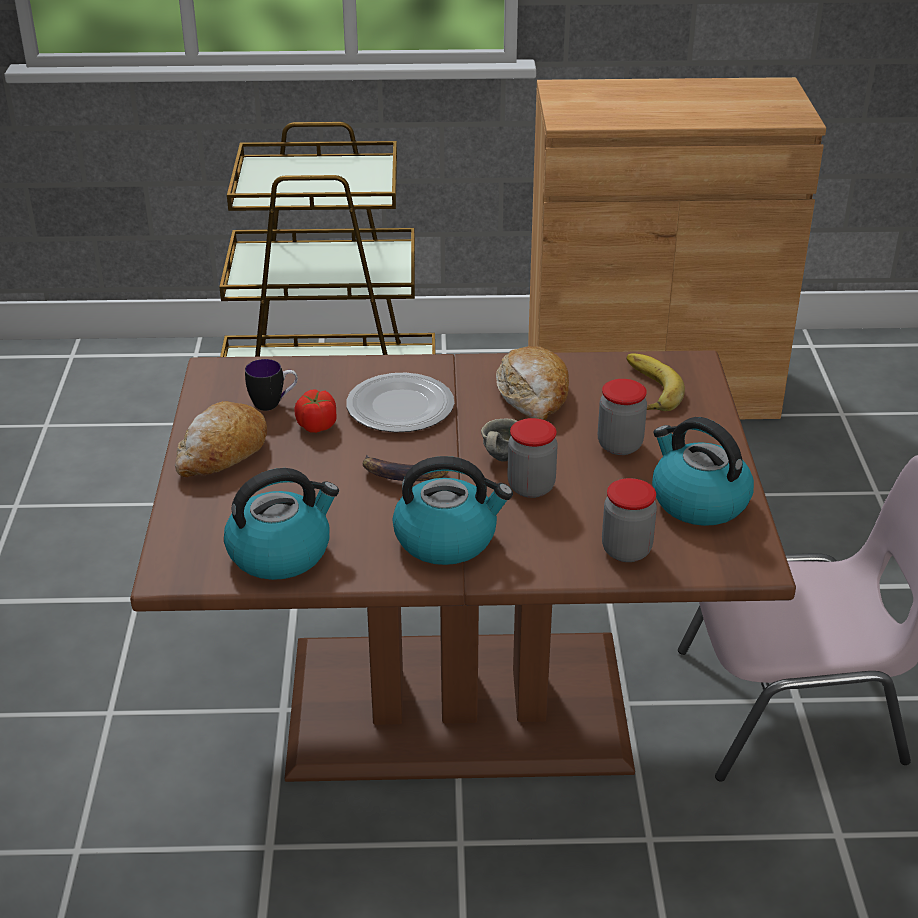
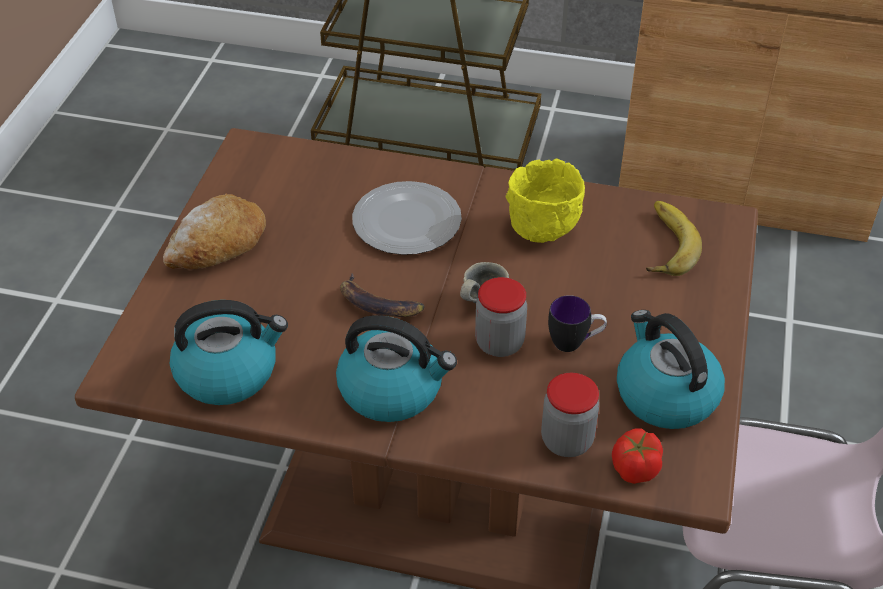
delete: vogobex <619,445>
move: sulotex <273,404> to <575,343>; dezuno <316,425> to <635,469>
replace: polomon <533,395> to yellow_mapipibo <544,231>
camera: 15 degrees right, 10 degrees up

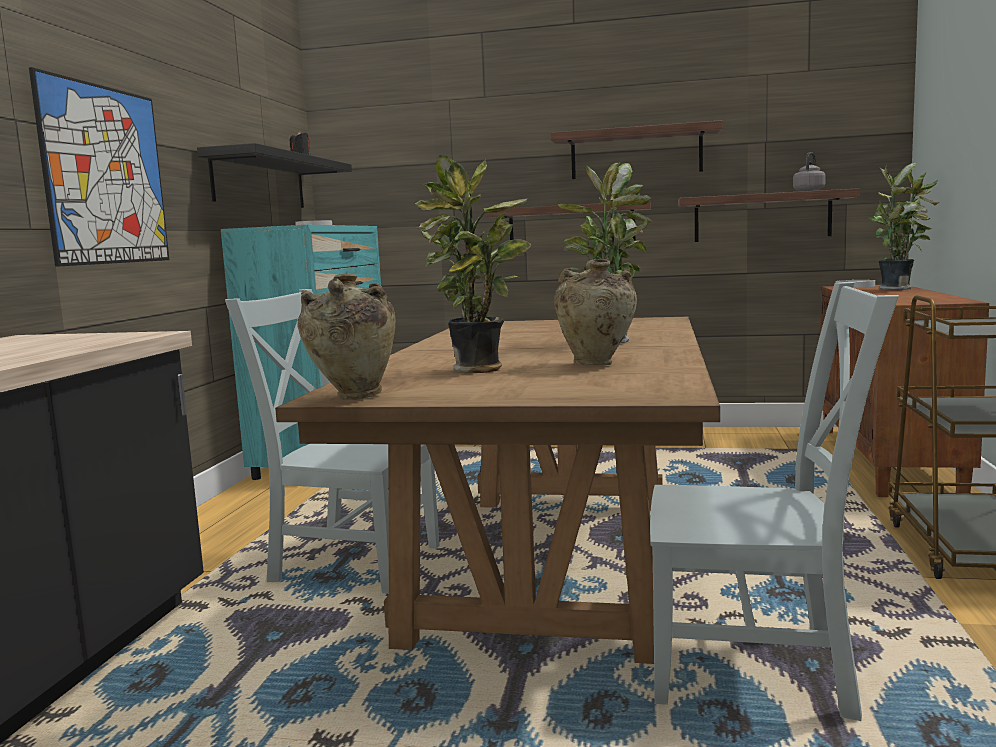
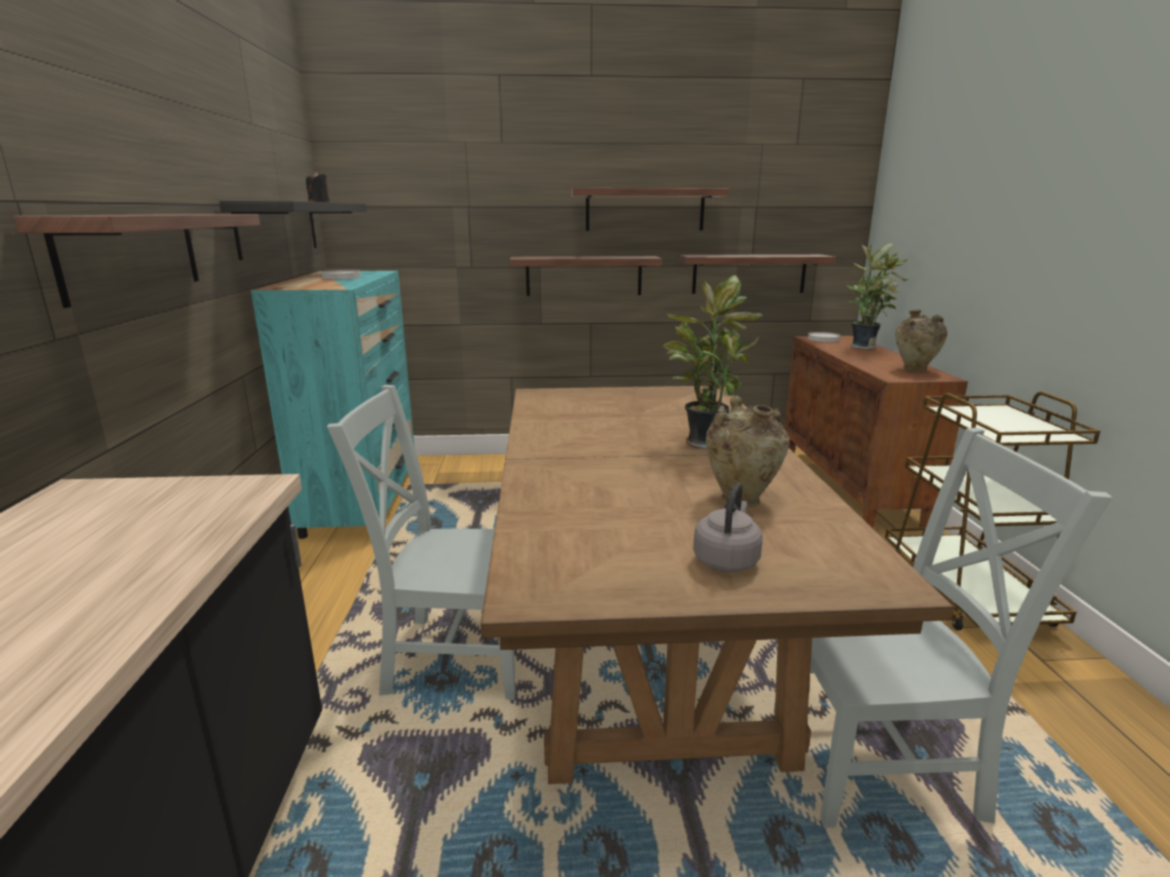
delete: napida <478,370>
move: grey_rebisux <809,191> to <727,559>; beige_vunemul <353,397> to <914,370>
replace: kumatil <106,175> to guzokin <132,254>
camera: 15 degrees left, 10 degrees up

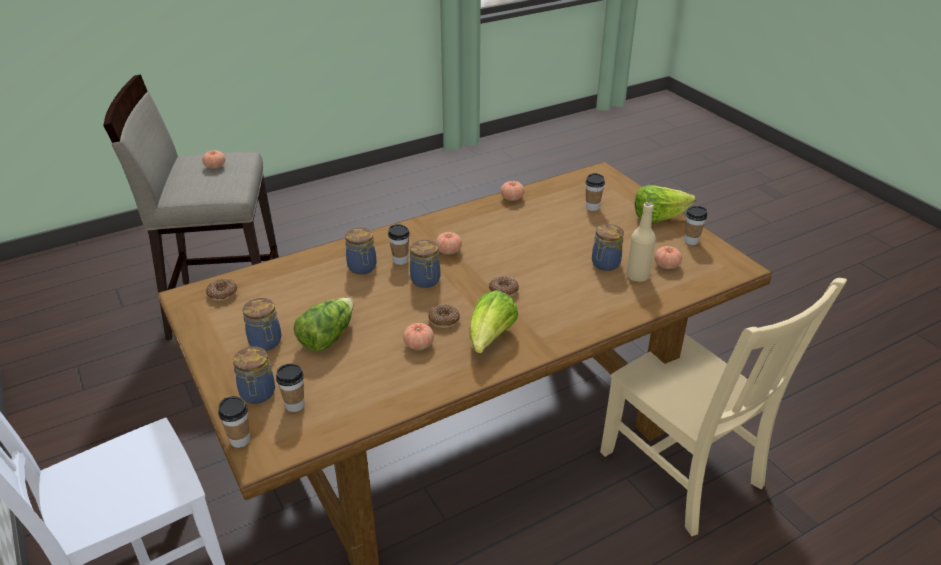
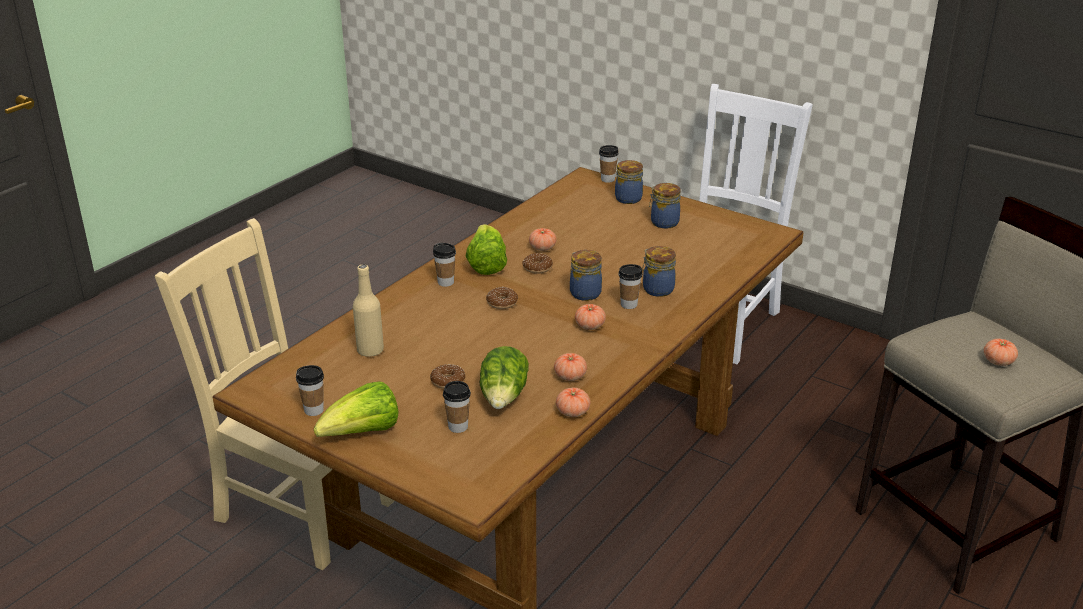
delete: vogobex <605,264>
move: dezuno <666,265> to <570,376>; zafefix <222,294> to <448,381>; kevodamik <327,336> to <504,397>; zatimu <295,405> to <445,282>
camera: 155 degrees right, 5 degrees down

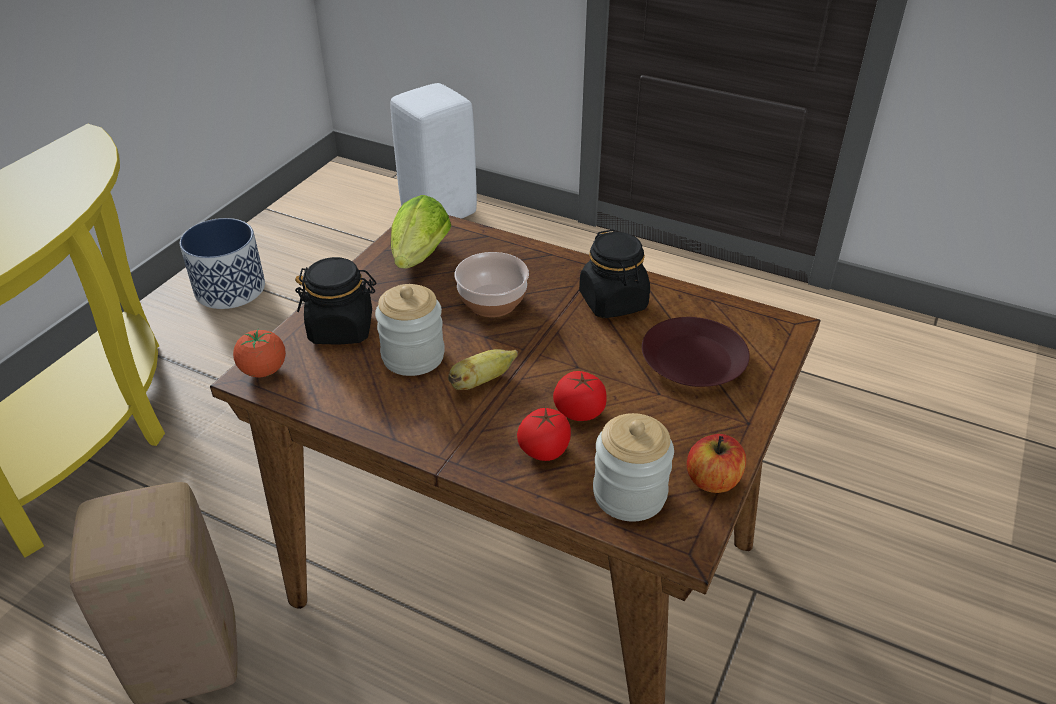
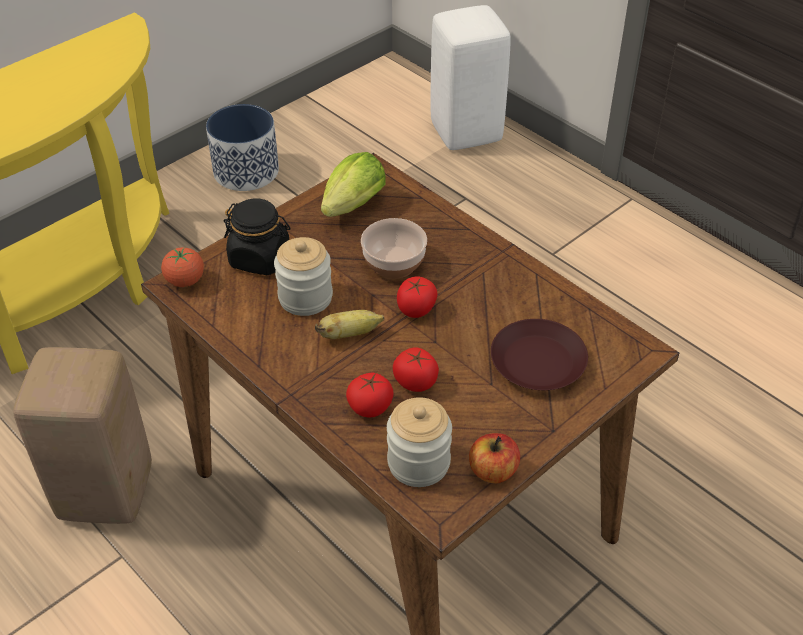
delete: black_vogobex <613,302>
insert: dezuno <416,309>
camera: 20 degrees right, 5 degrees up

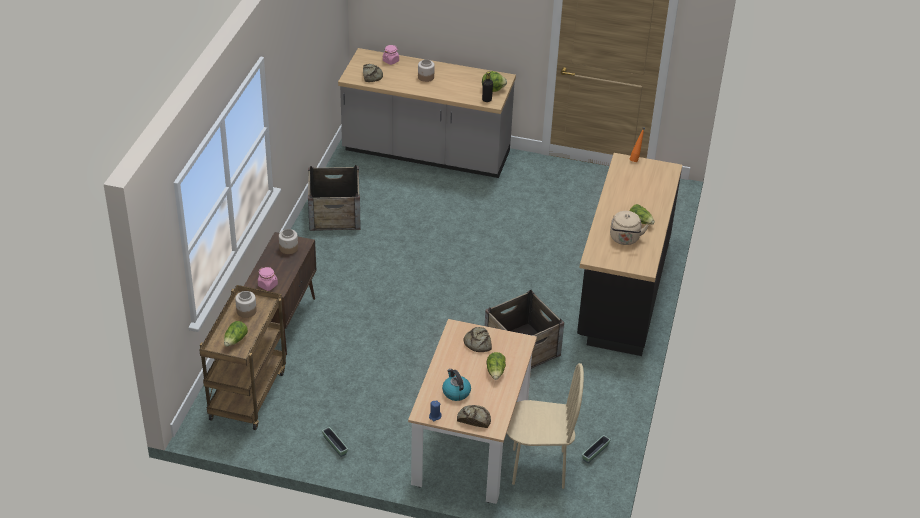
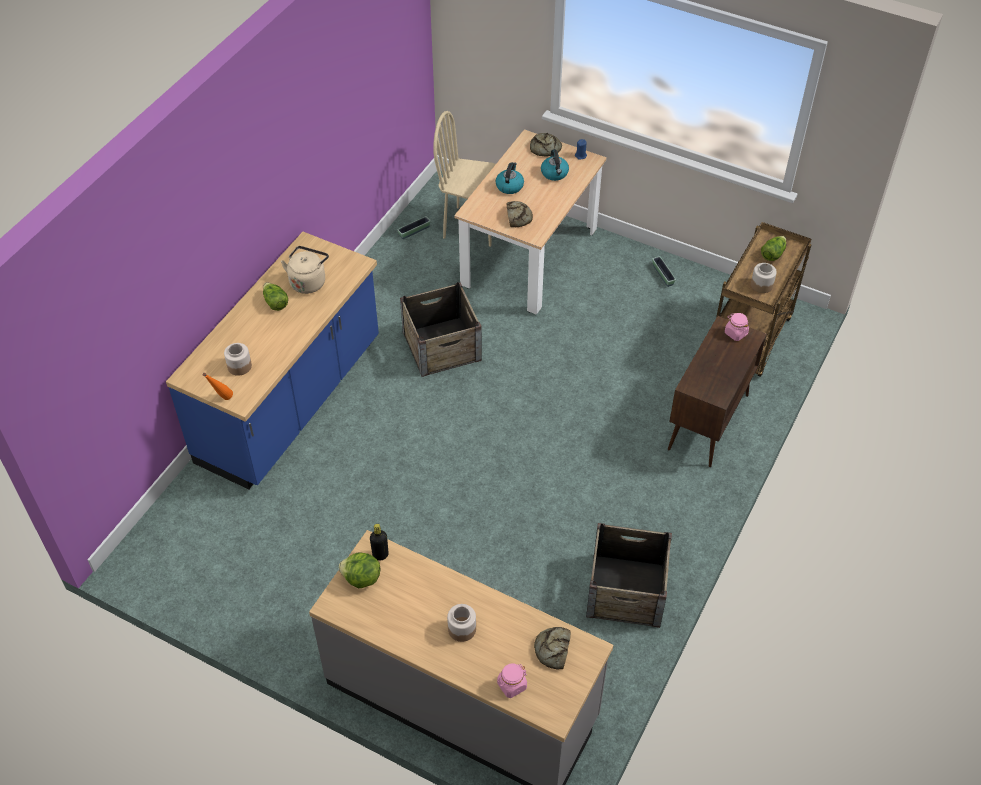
move: vogobex <289,248> to <239,366>
replace: kevodamik <496,372> to rebisux <509,186>
recolor: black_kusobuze <622,290> to blue_kusobuze <291,402>
camera: 165 degrees left, 10 degrees up

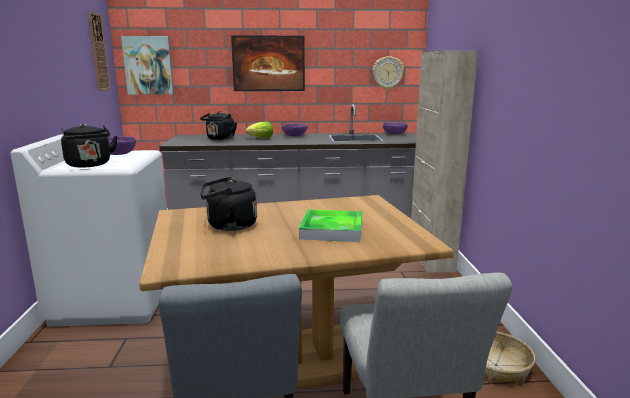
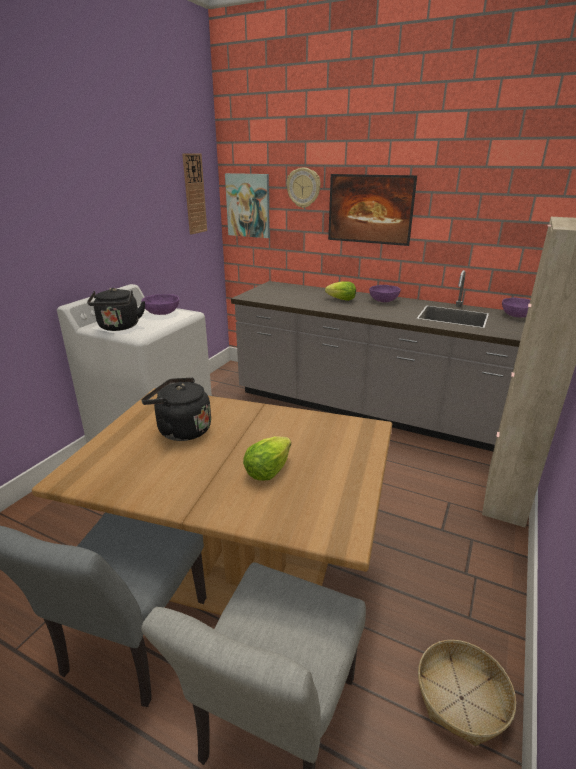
delete: black_rebisux <220,139>
move: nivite <387,72> to <303,187>
replace: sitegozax <332,230> to kevodamik <267,471>
camera: 30 degrees right, 10 degrees up

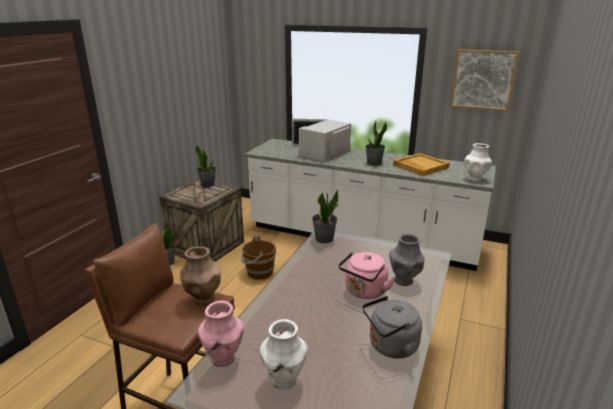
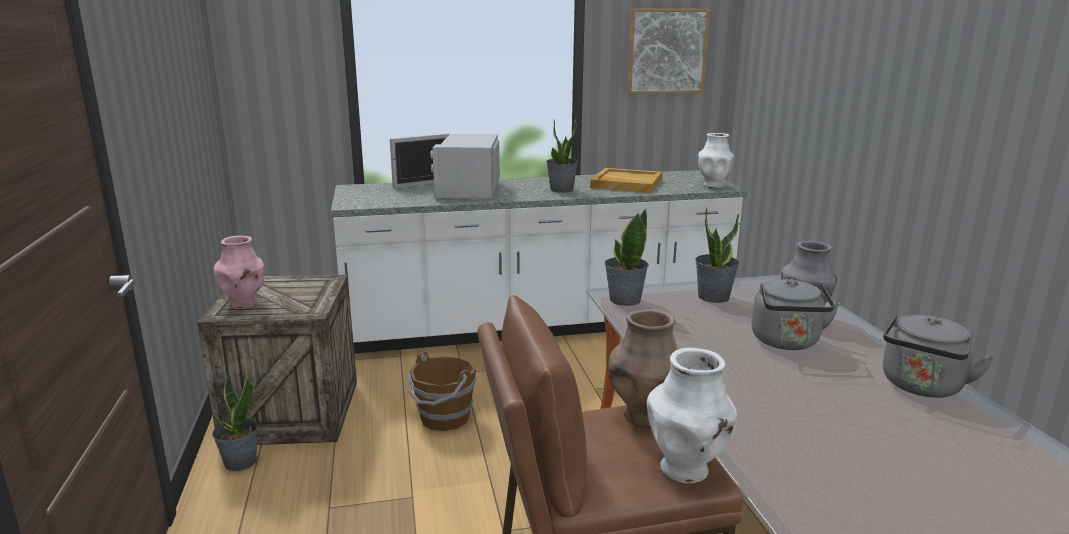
move: napida <208,184> to <713,297>; pink_vunemul <223,359> to <244,304>; white_vunemul <284,380> to <685,470>
recolor: pink_rebisux <364,292> to grey_rebisux <787,342>
camera: 35 degrees left, 5 degrees down

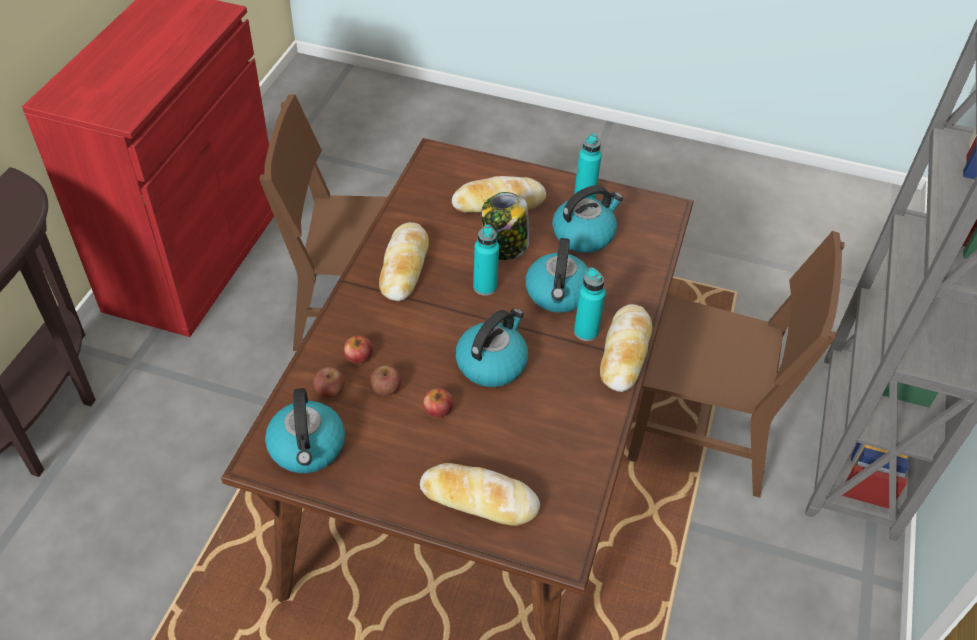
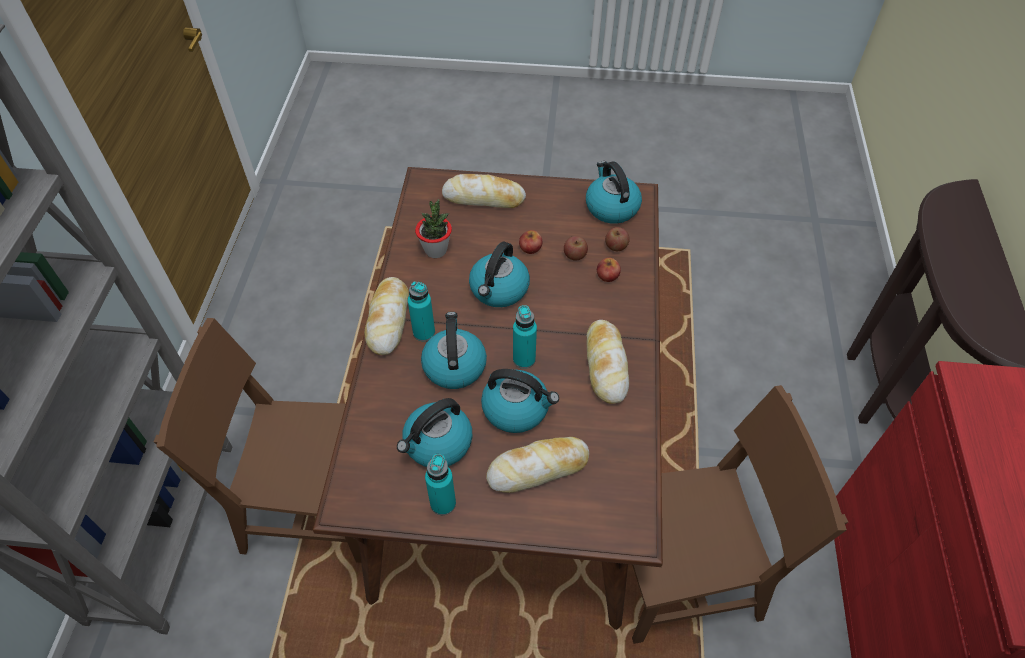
insert: napida <436,250>
replace: vogobex <504,247> to rebisux <517,409>
camera: 170 degrees right, 5 degrees up

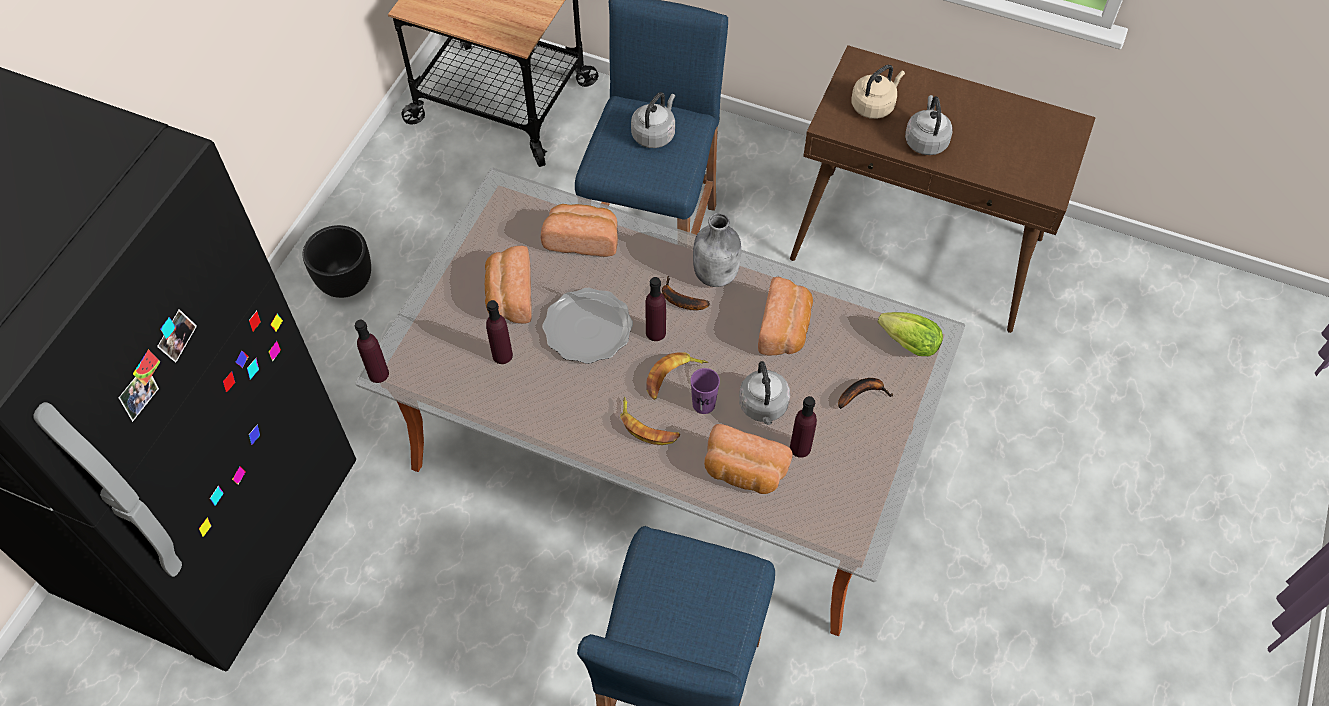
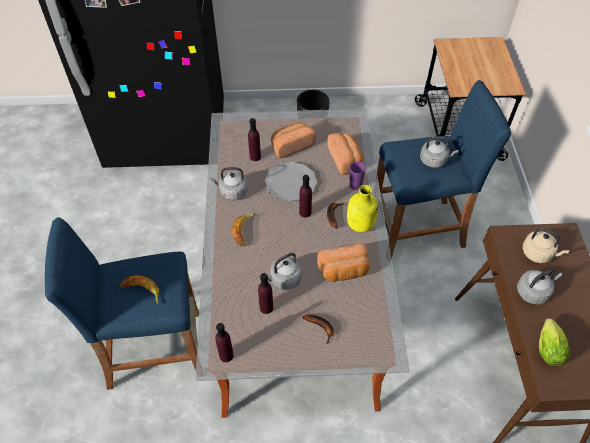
delete: polomon <743,472>
insert: grey_rebisux <232,192>
move: kevodamik <905,342> to <547,347>; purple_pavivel <378,374> to <226,355>; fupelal <672,378> to <142,291>; purple_zatimu <703,404> to <355,185>
recolor: grey_pavivel <716,274> to yellow_pavivel <360,225>
camera: 65 degrees right, 5 degrees down

